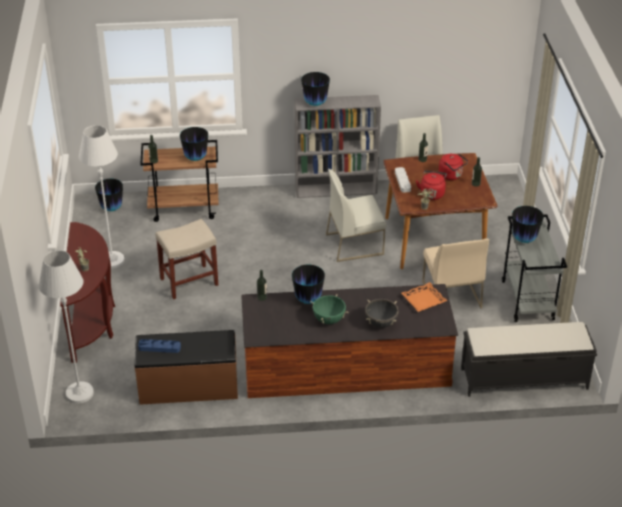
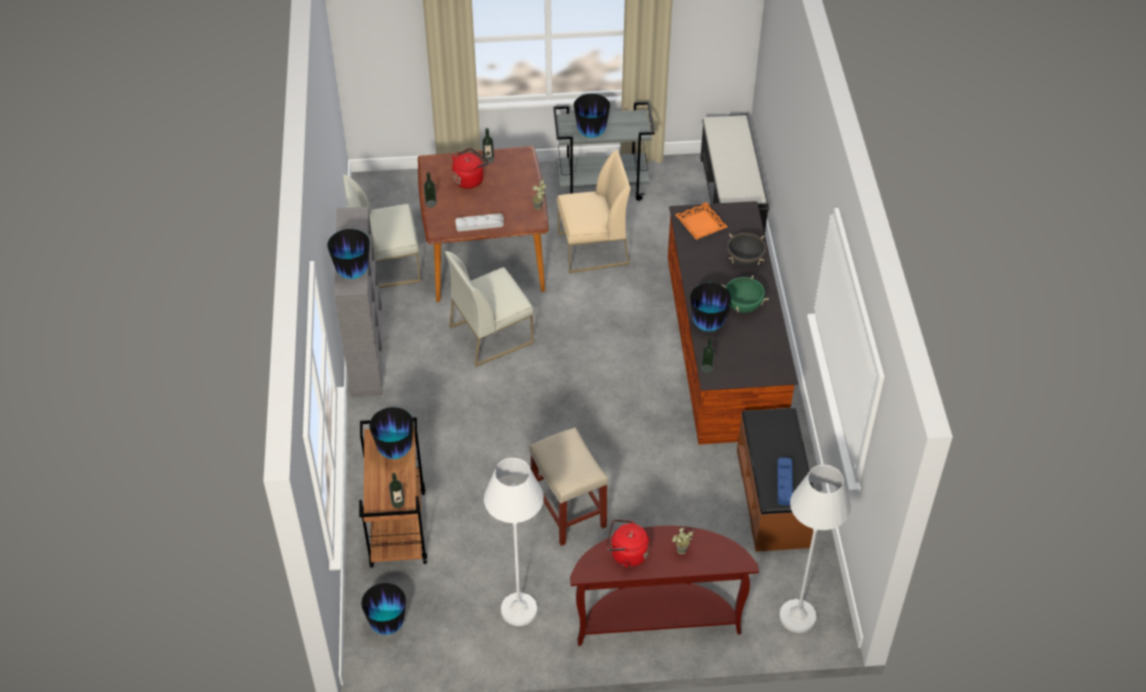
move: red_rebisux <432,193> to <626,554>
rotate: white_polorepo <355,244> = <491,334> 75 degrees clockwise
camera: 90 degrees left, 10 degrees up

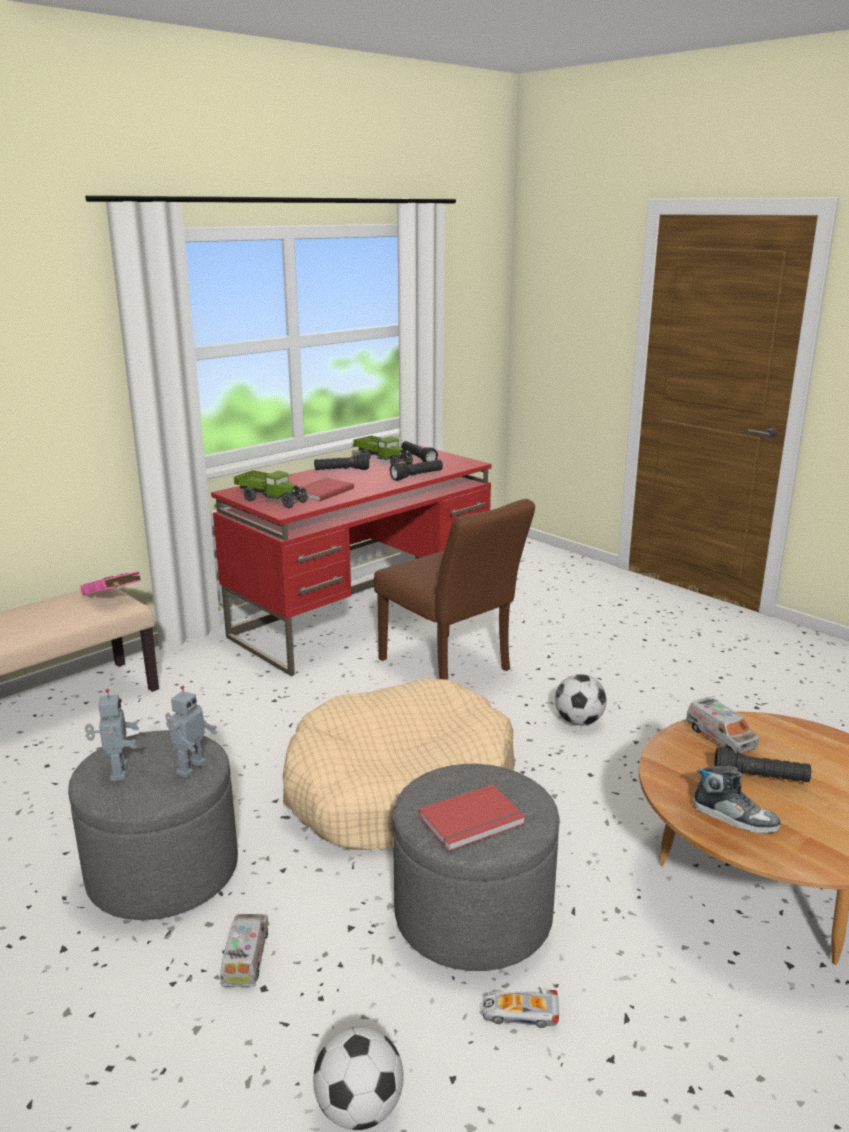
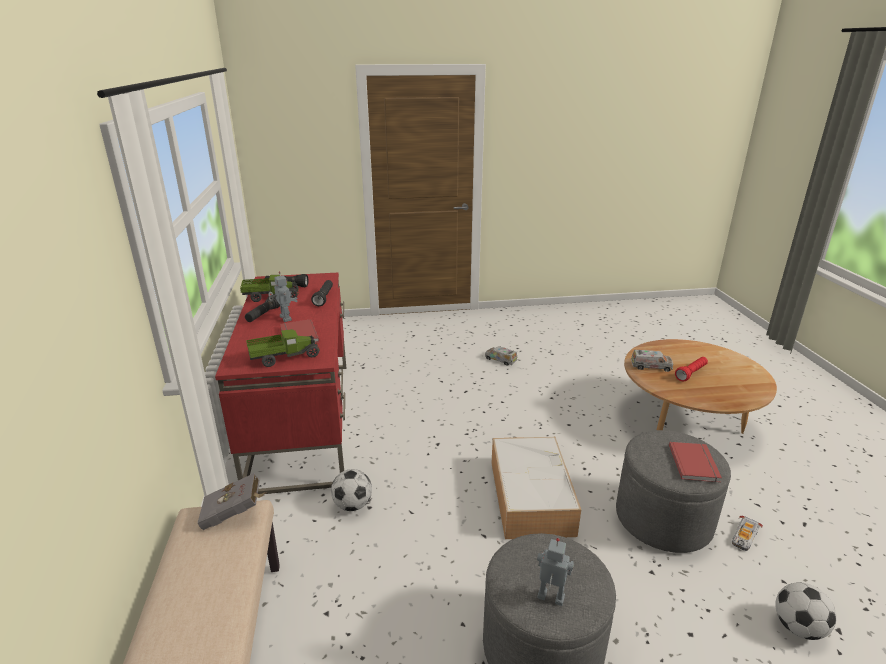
delete: brown_polorepo <451,668>; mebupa <734,817>
move: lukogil <579,721> to <353,505>; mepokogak <190,768> to <284,318>; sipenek <246,958> to <500,360>
replace: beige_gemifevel <399,789> to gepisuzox <530,495>
recolor: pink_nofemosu <113,598> to grey_nofemosu <235,514>; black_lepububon <760,778> to red_lepububon <691,373>
camera: 55 degrees left, 5 degrees up

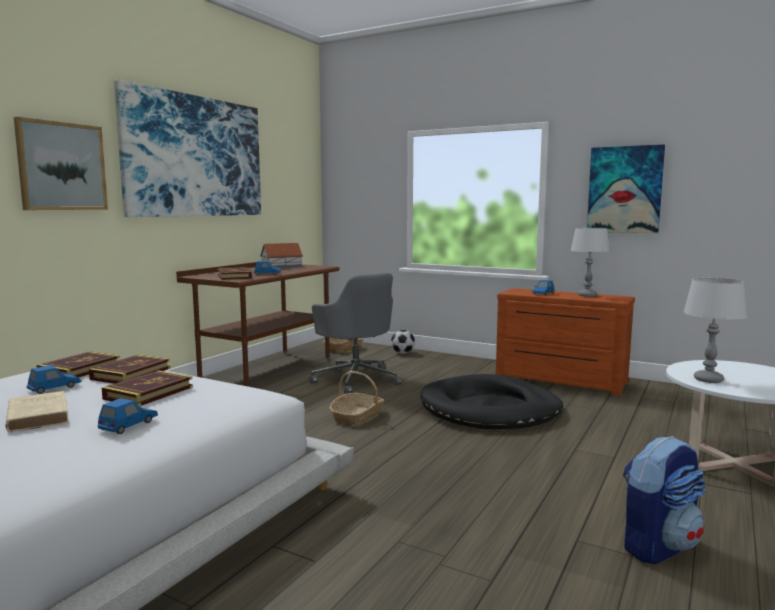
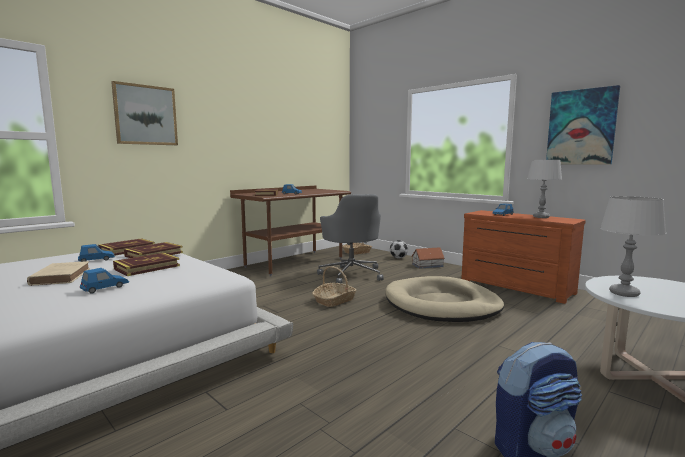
delete: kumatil <195,157>
move: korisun <282,267> to <428,265>
recolor: black_gemifevel <490,409> to beige_gemifevel <442,304>
camera: 15 degrees right, 0 degrees up

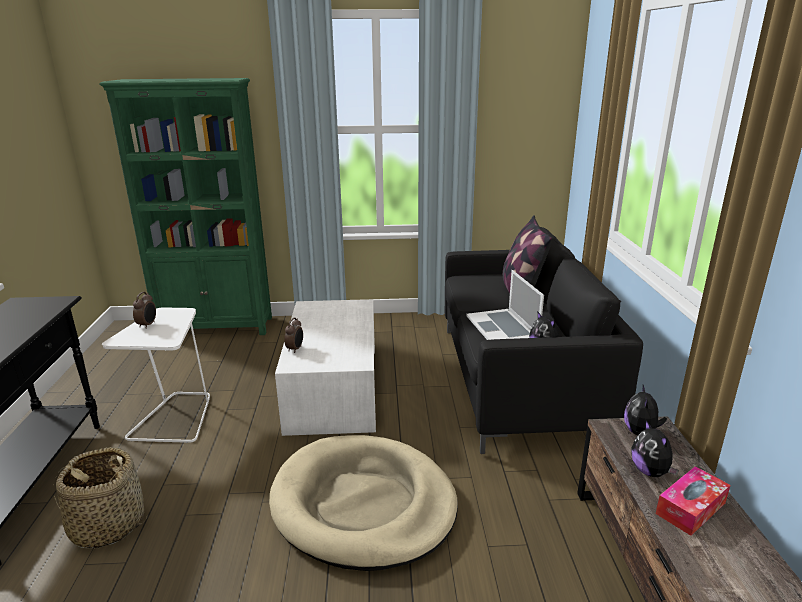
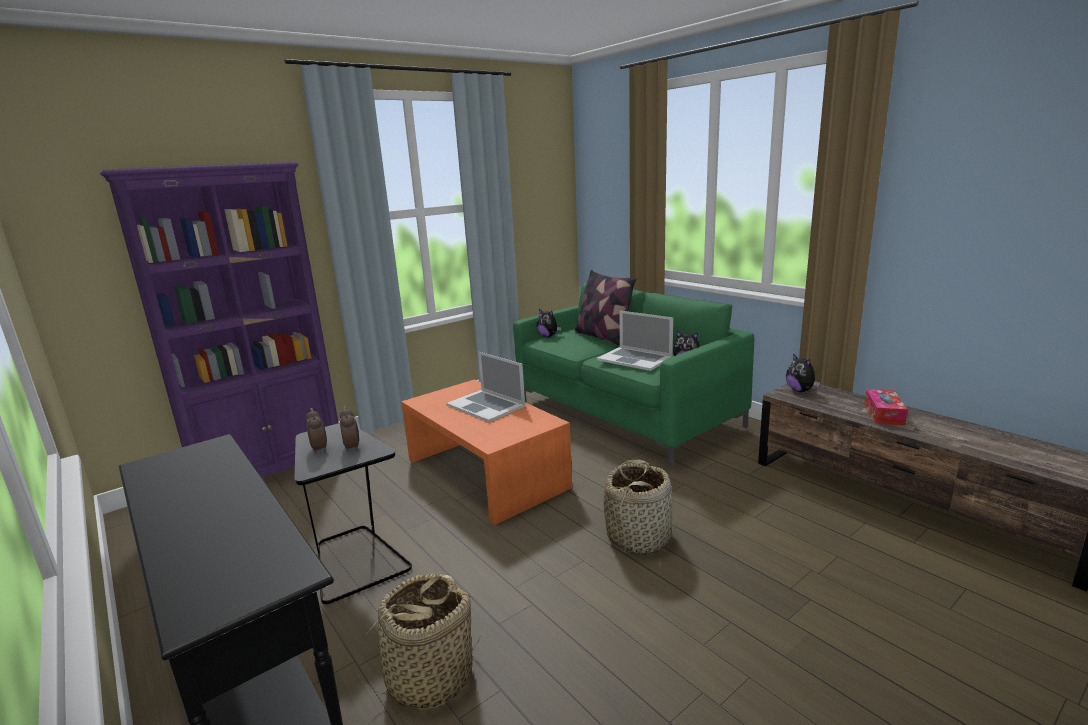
insert: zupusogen <486,405>
move: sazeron <295,349> to <352,447>; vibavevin <650,471> to <548,336>
replace: beige_gemifevel <363,504> to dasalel <639,536>
recolor: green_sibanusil <216,327> to purple_sibanusil <272,472>; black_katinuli <518,381> to green_katinuli <625,414>; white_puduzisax <334,388> to orange_puduzisax <486,473>; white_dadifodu <175,418> to black_dadifodu <356,561>
camera: 35 degrees left, 5 degrees down

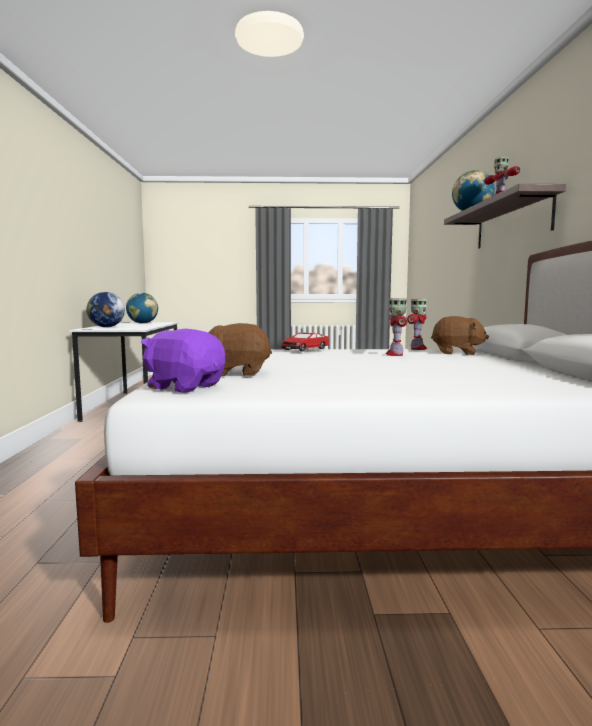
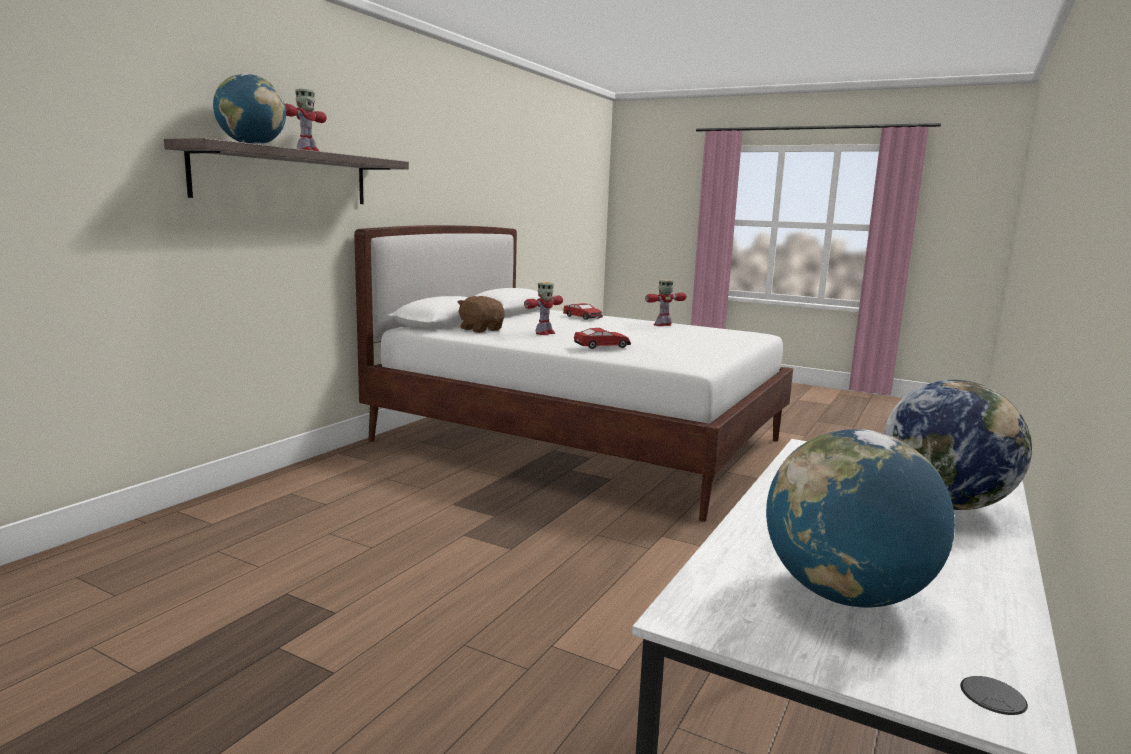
delete: brown_vibavevin <236,373>; purple_vibavevin <184,387>
insert: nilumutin <582,317>
move: mepokogak <417,349> to <663,325>
camera: 150 degrees left, 5 degrees up

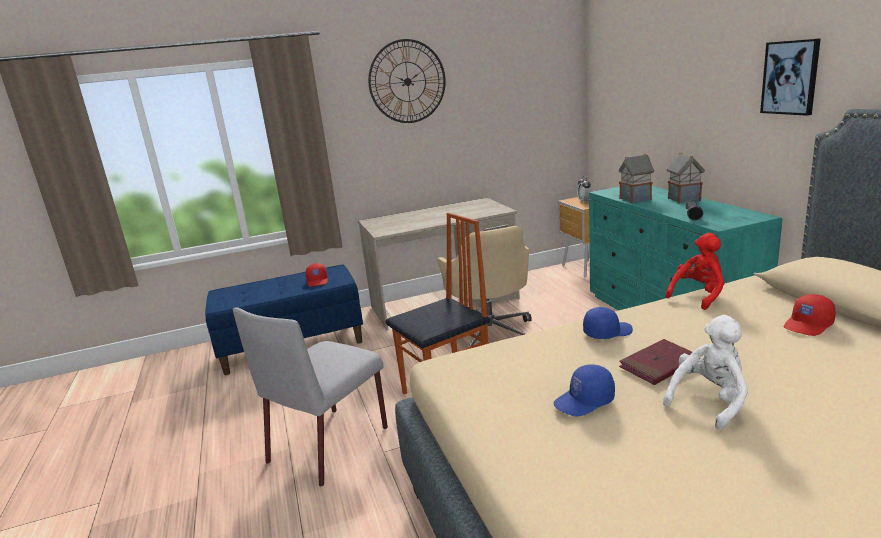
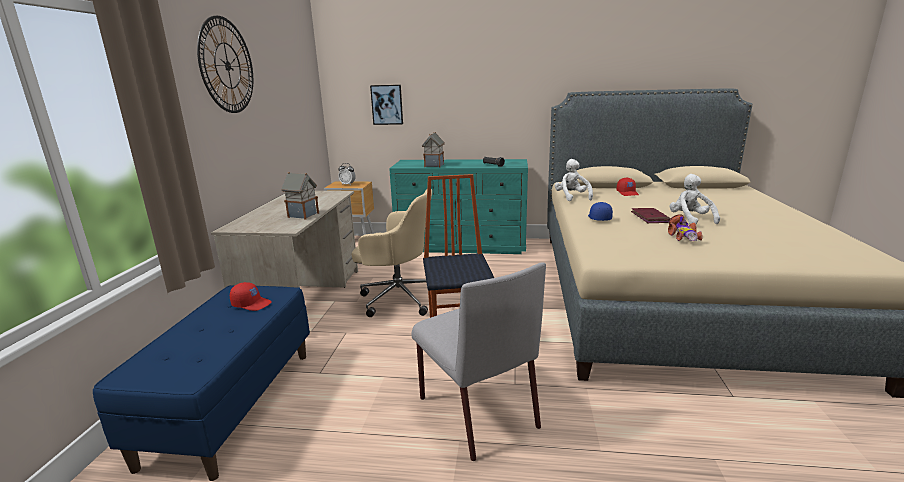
move: kumatil <790,77> to <387,104>; korisun <683,199> to <302,215>
replace: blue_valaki <584,402> to nilumutin <683,236>
recolor: red_vibavevin <698,295> to white_vibavevin <572,197>
camera: 65 degrees left, 0 degrees up

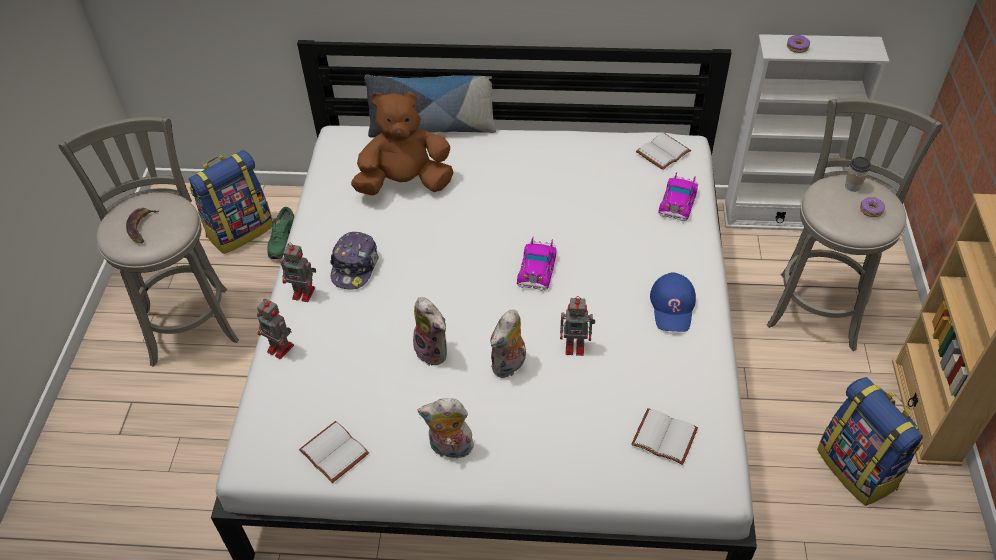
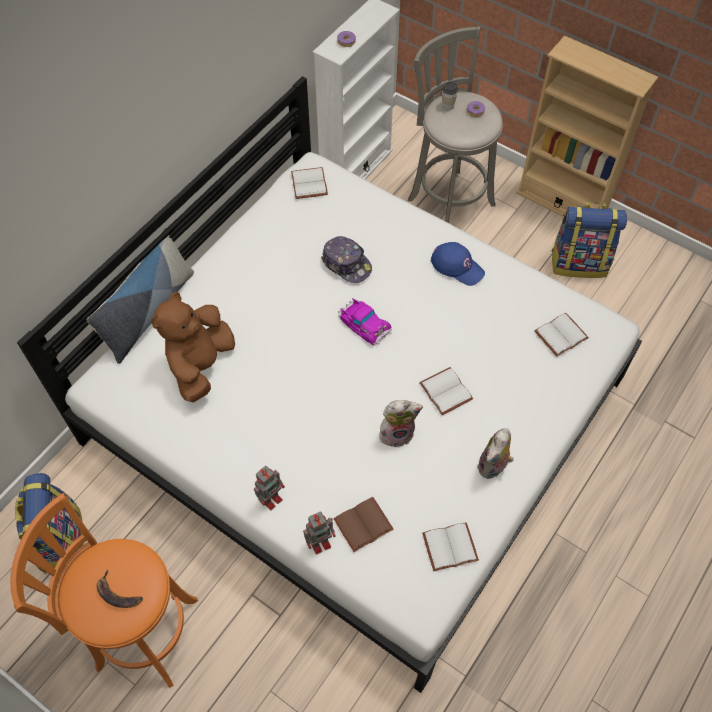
delete: nilumutin <678,200>; green_mebupa <282,241>; mepokogak <576,346>
insert: brown_nofemosu <363,526>
move: valaki <355,266> to <347,264>
replace: vibavevin <509,366> to white_nofemosu <444,391>
recolor: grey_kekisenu <189,321> to orange_kekisenu <141,632>
camera: 60 degrees left, 10 degrees up

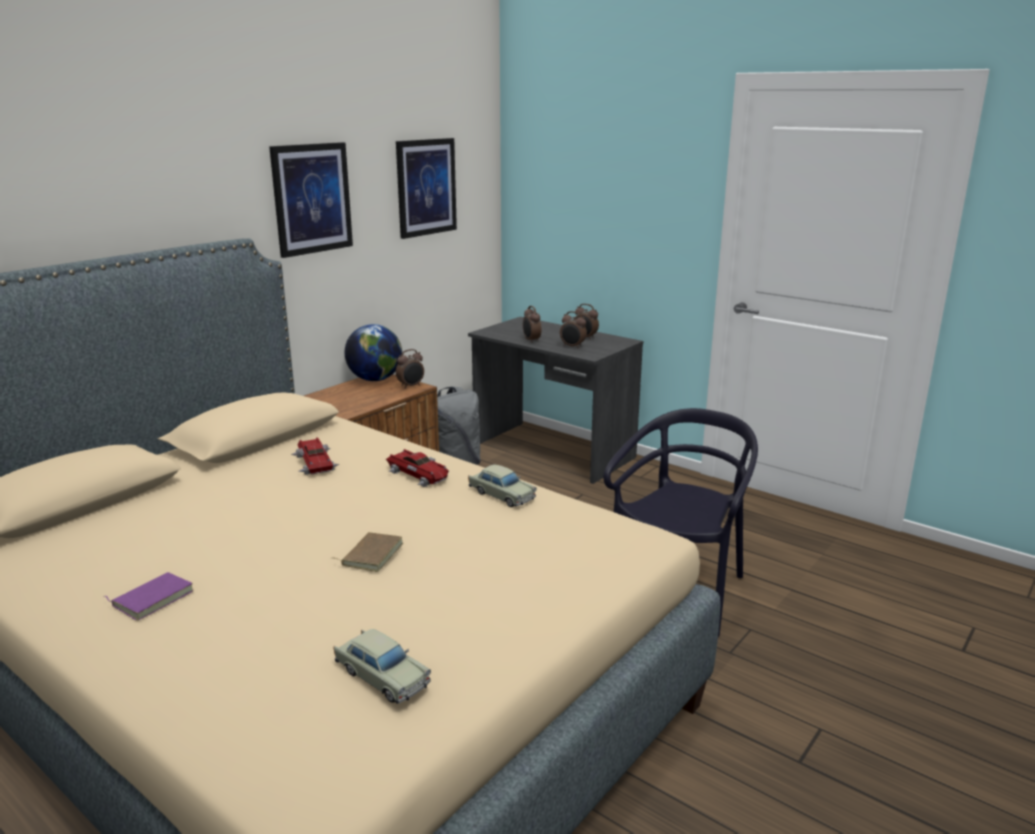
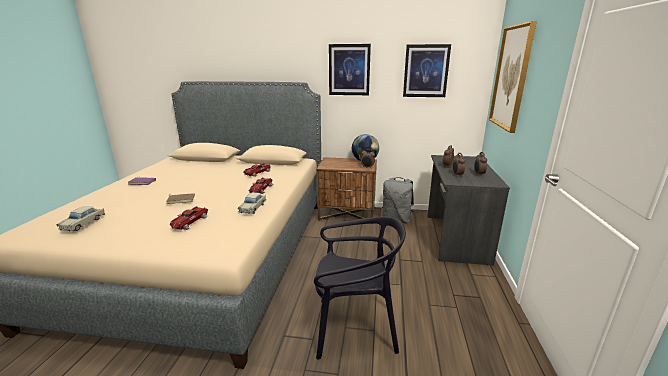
insert: kumatil <511,78>; nilumutin <190,222>
camera: 60 degrees right, 0 degrees up

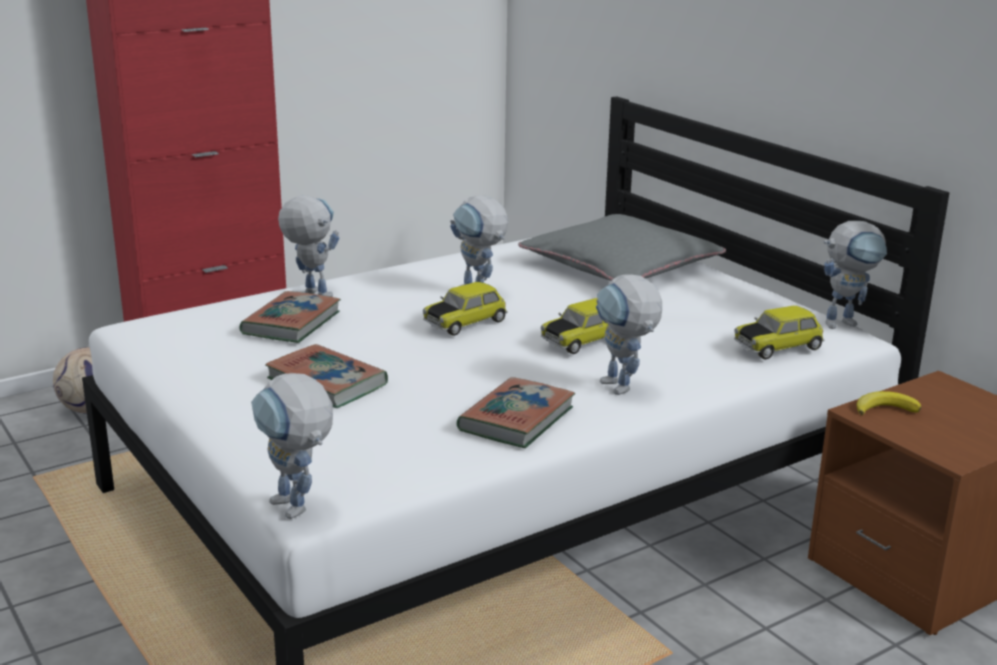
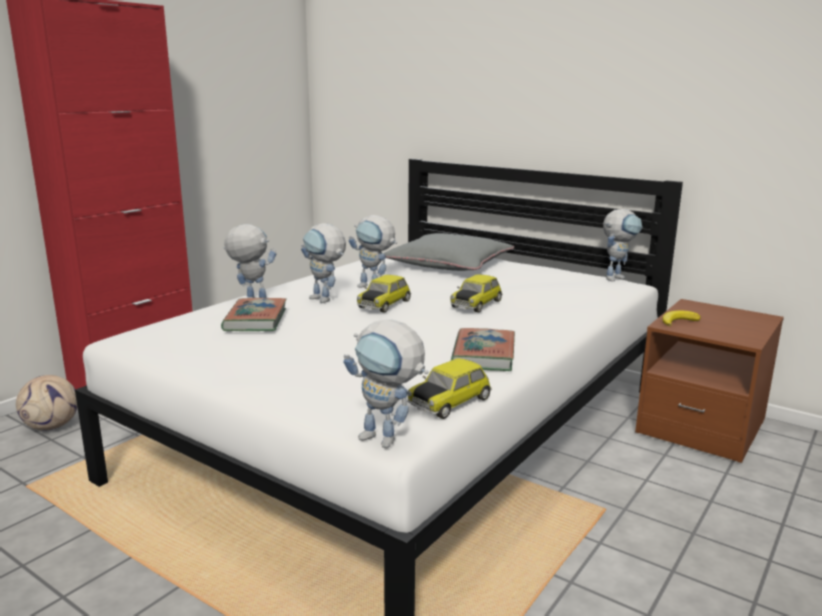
delete: nofemosu <327,382>
move: mepokogak <623,390> to <326,300>; nilumutin <777,346> to <449,402>
camera: 20 degrees left, 5 degrees down

